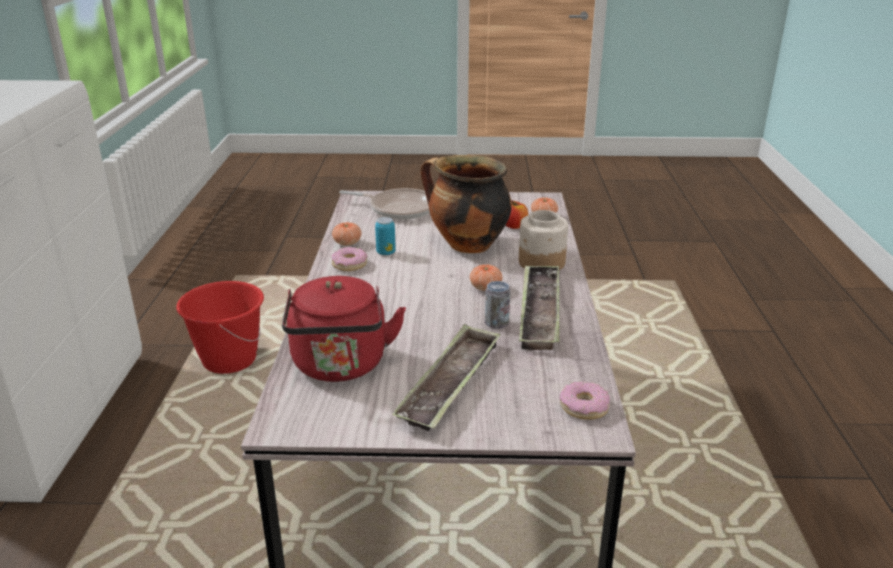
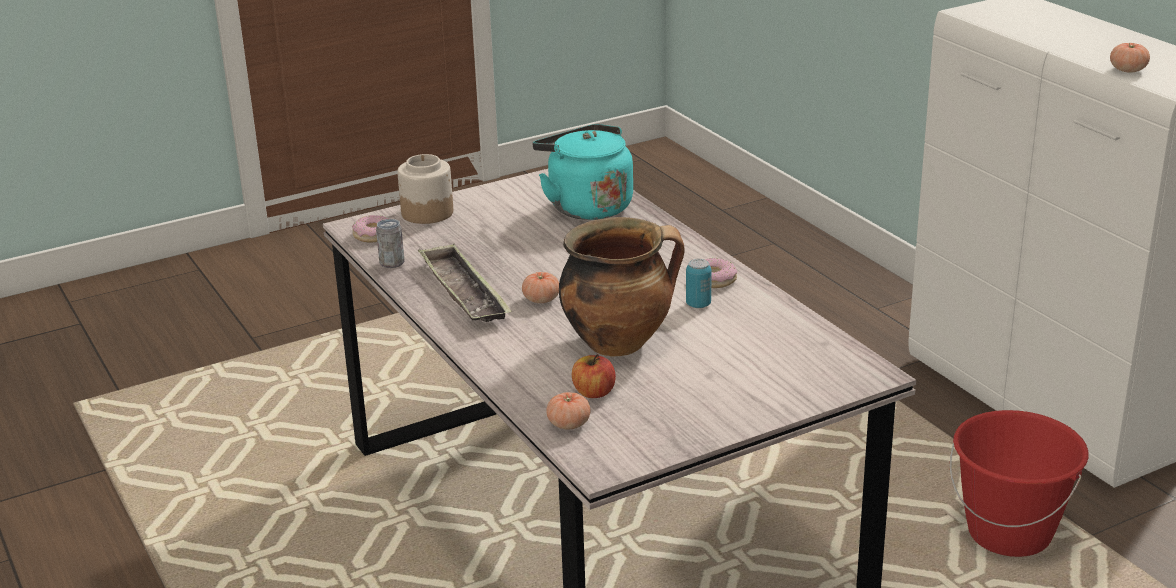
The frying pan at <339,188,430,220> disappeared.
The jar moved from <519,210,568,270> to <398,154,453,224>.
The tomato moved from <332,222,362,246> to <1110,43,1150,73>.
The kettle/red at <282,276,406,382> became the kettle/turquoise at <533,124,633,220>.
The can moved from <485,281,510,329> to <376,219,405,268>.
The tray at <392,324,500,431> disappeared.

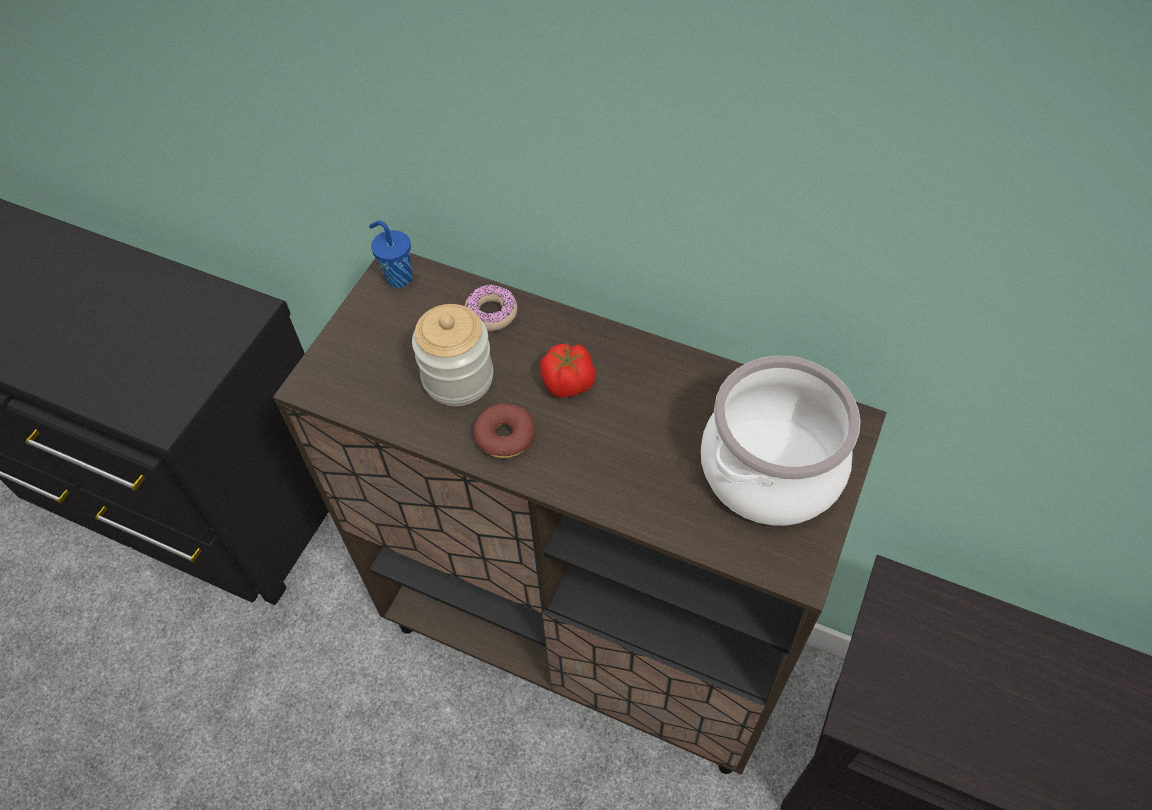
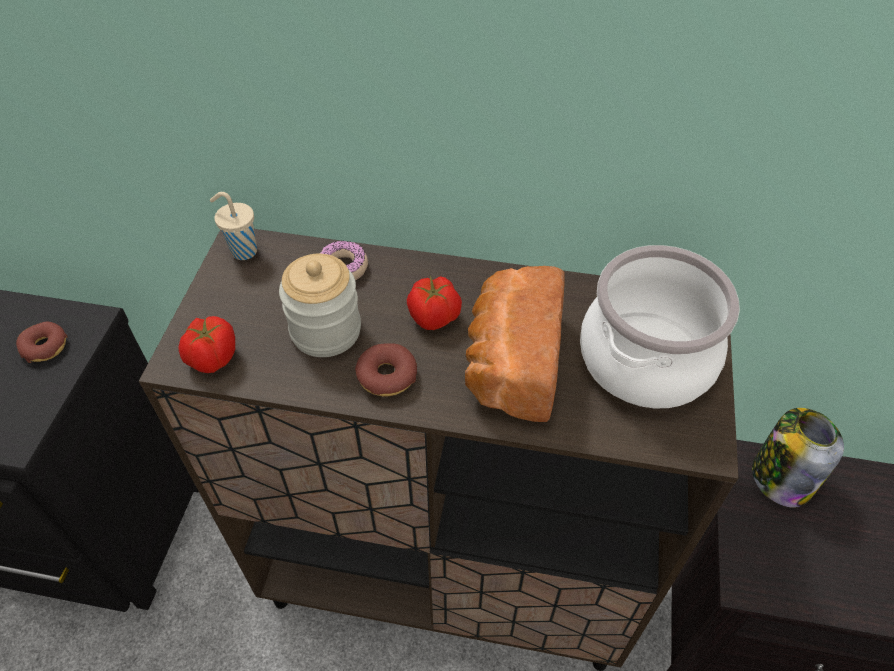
The cup/blue at <369,221,412,288> became the cup/beige at <210,192,257,260>.
The bread at <465,266,565,422> appeared.
The tomato at <178,316,235,373> appeared.
The donut at <16,322,68,363> appeared.
The jar at <752,408,844,508> appeared.

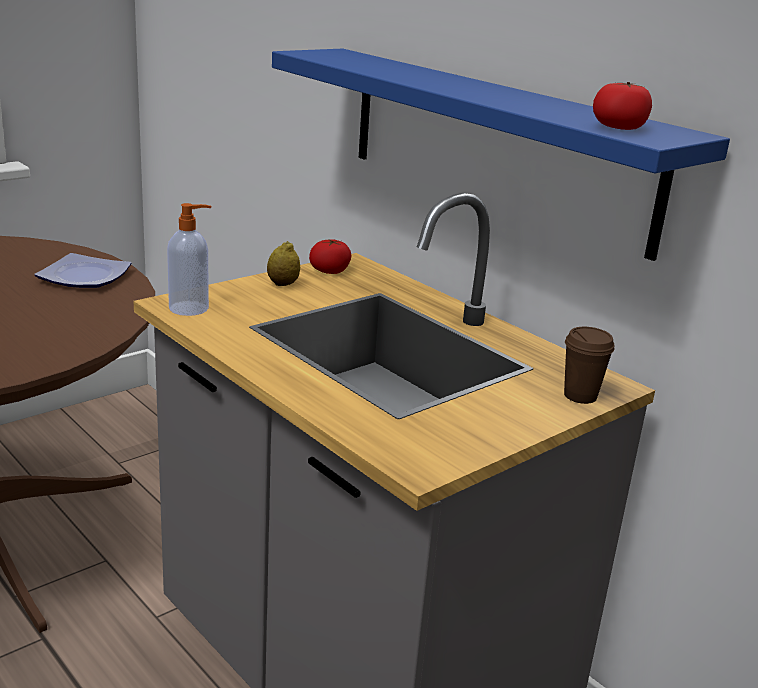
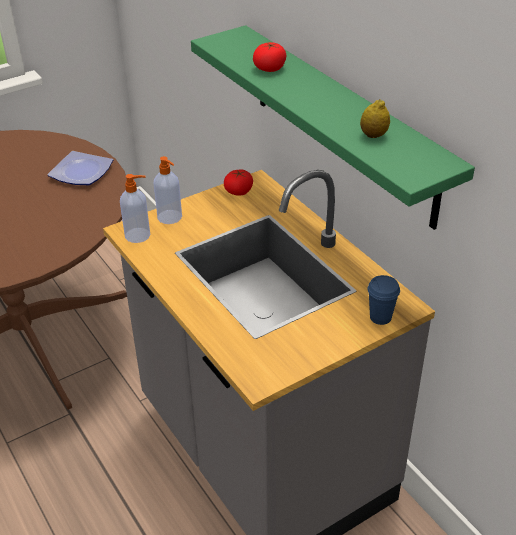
The shelf/blue at <272,48,730,261> became the shelf/green at <191,25,475,230>.
The tomato moved from <593,82,652,130> to <253,42,286,72>.
The lemon moved from <267,241,300,286> to <360,99,390,138>.
The cup/brown at <564,327,615,404> became the cup/blue at <368,275,400,325>.
The soap dispenser at <153,156,182,224> appeared.

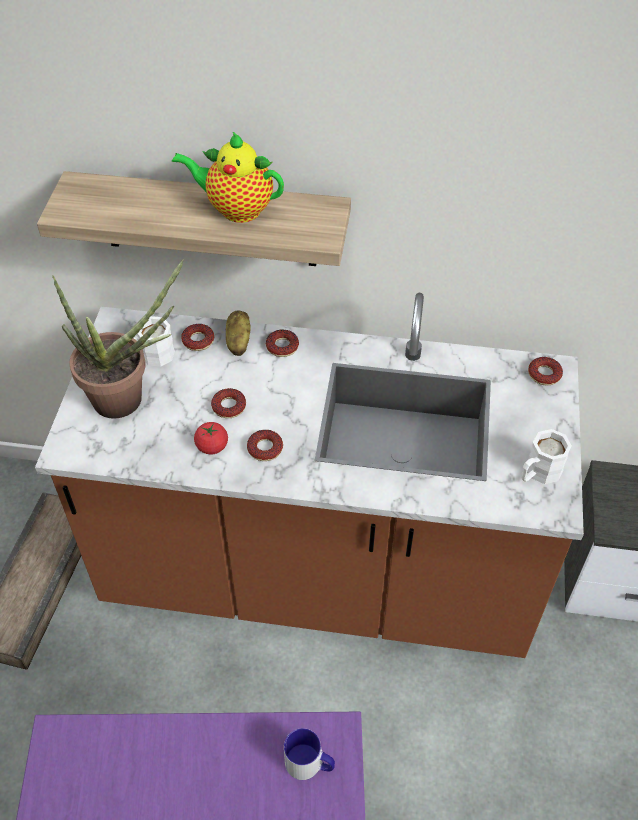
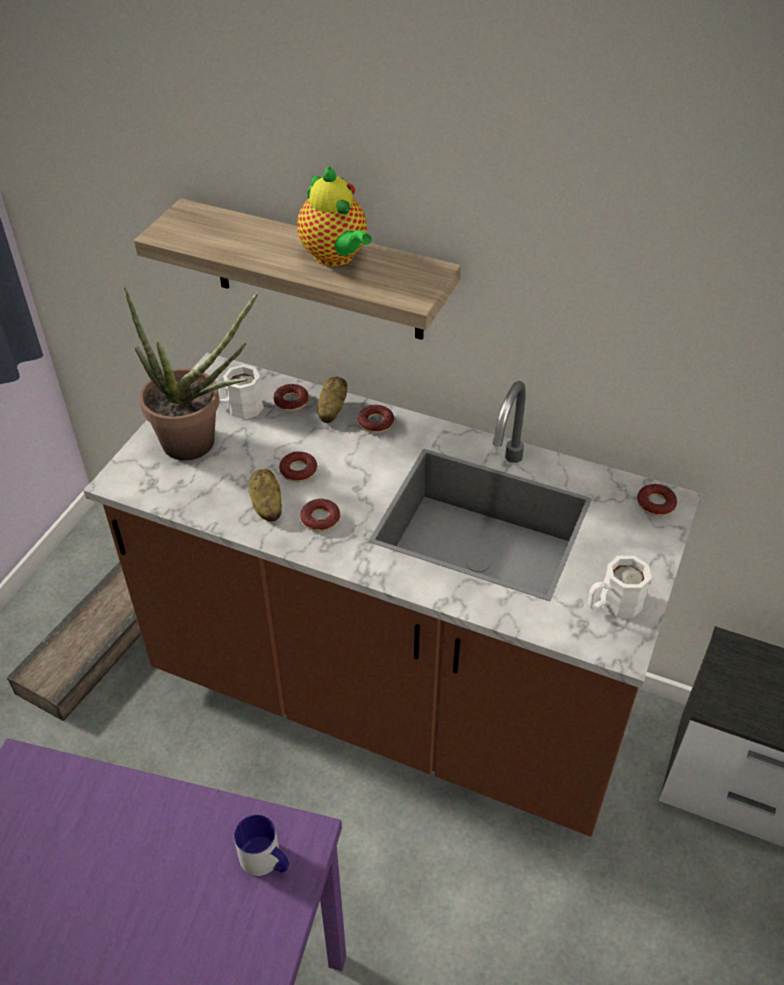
The teapot at <172,132,284,223> turned 150 degrees counterclockwise.
The tomato at <194,422,228,454> was replaced by the potato at <248,469,282,522>.

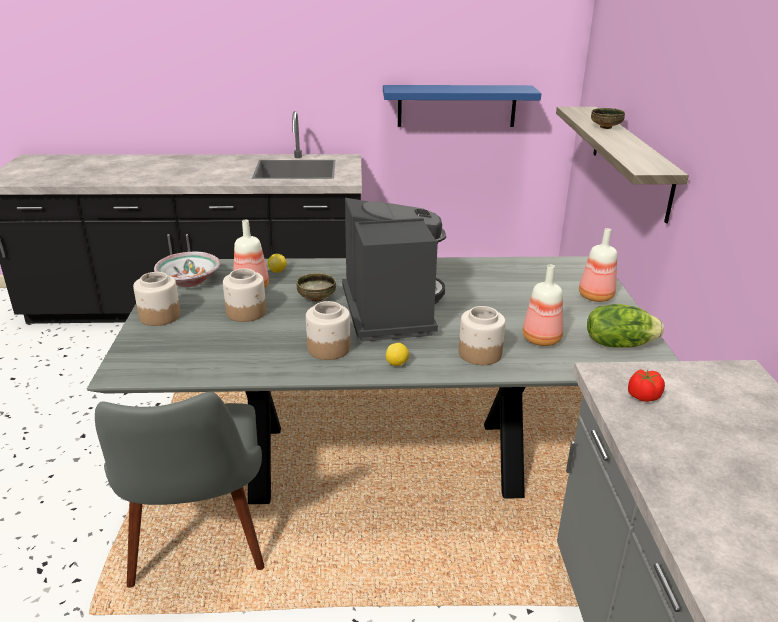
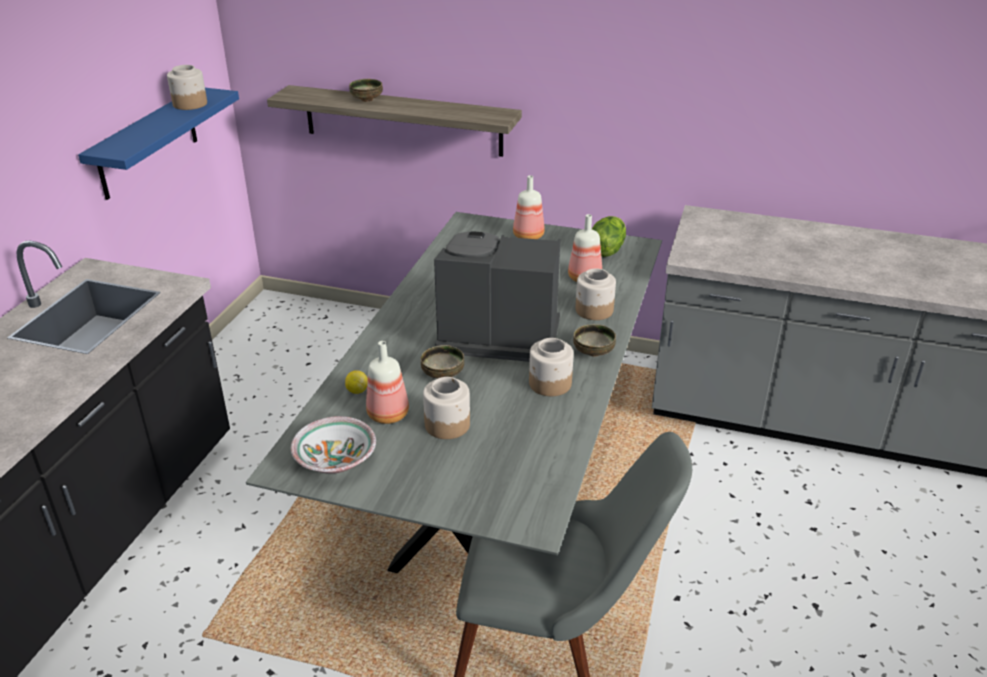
The jar moved from <133,272,181,326> to <167,65,207,110>.
The lemon at <386,343,409,366> was replaced by the bowl at <573,324,616,357>.
The tomato at <628,369,665,402> disappeared.

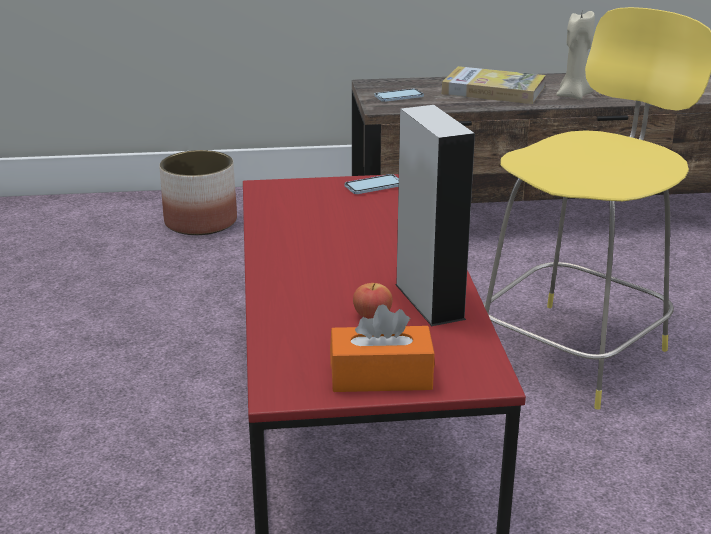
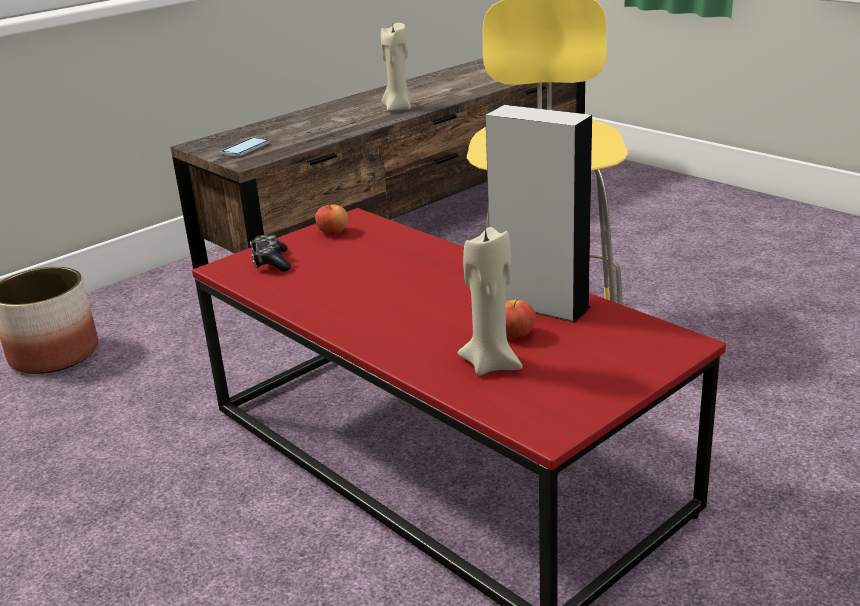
The book at <442,66,546,104> disappeared.
The phone at <344,174,399,194> was replaced by the apple at <315,203,348,235>.
The tissue box/orange at <330,304,435,392> disappeared.
The candle/beige at <458,226,523,376> appeared.
The game controller at <250,235,291,272> appeared.

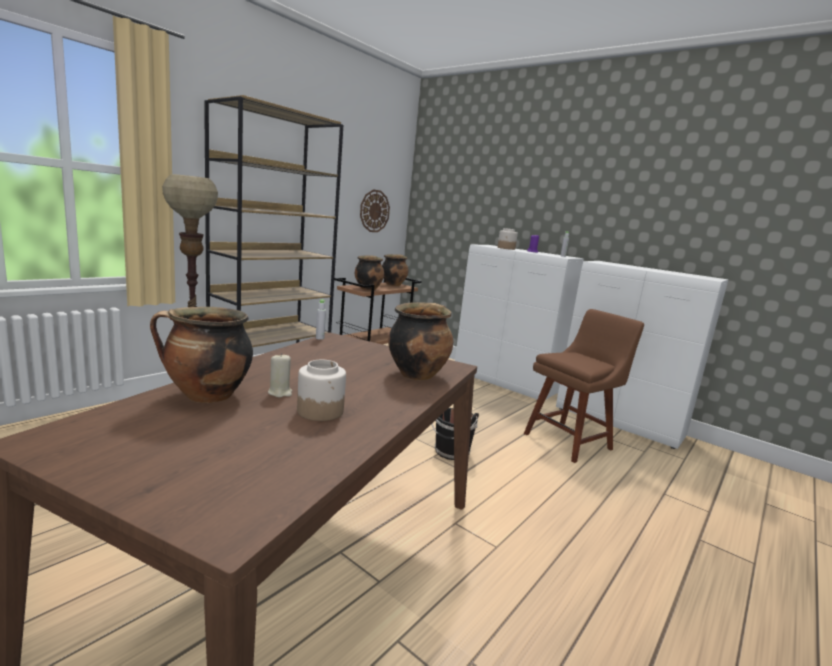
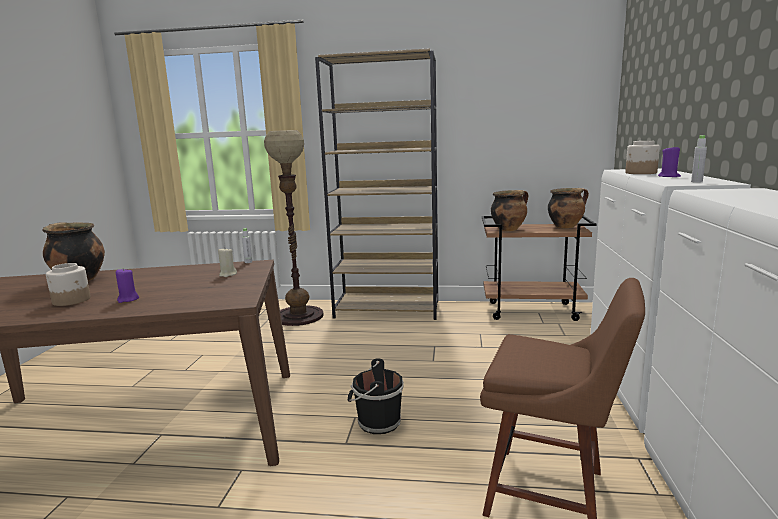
The wall clock at <360,190,390,232> disappeared.
The cooking pot at <388,302,453,380> disappeared.
The candle/beige moved from <268,353,292,397> to <218,247,237,277>.
The candle/purple at <116,268,139,303> appeared.

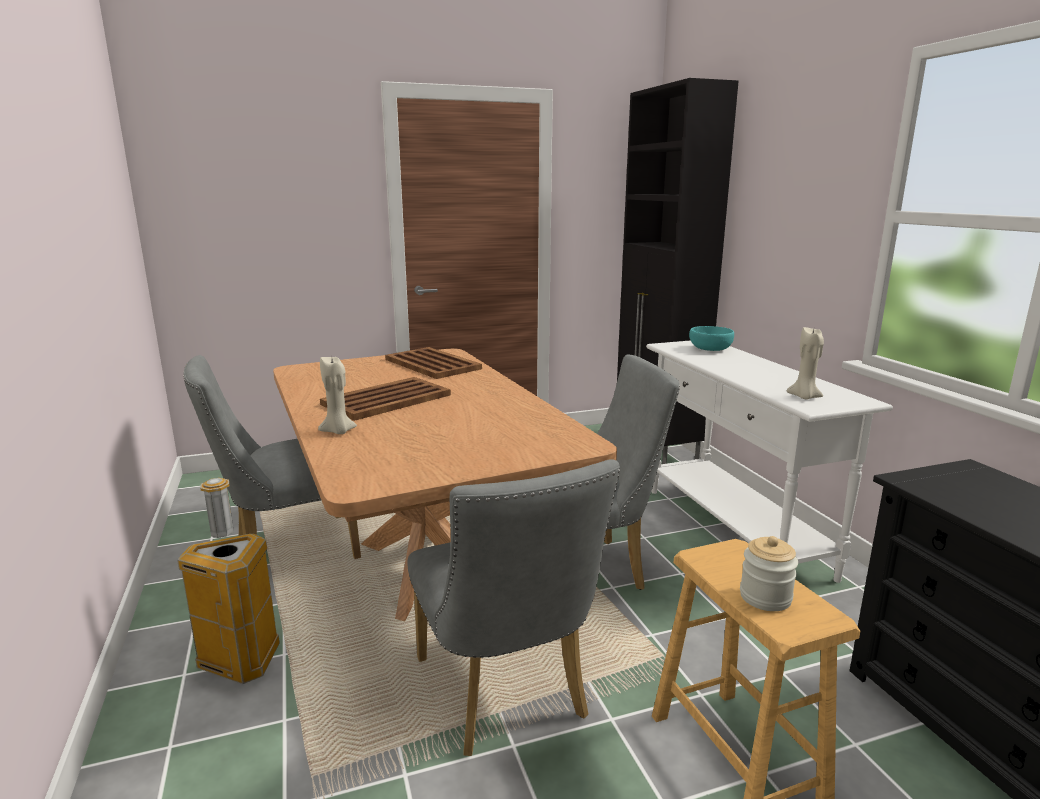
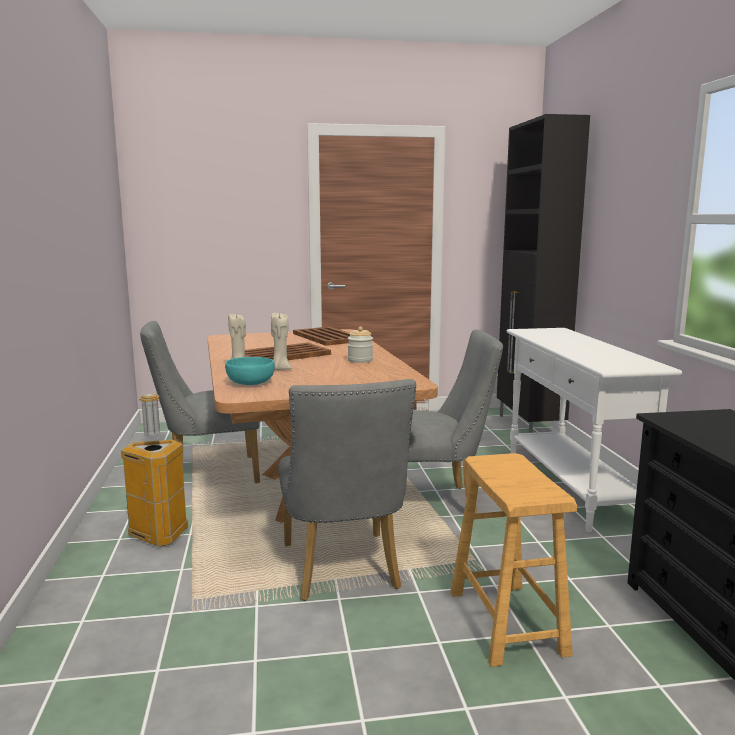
The bowl/turquoise moved from <689,326,734,351> to <225,357,275,385>.
The candle/beige moved from <787,327,824,400> to <271,313,292,370>.
The jar moved from <740,536,798,611> to <348,327,373,363>.

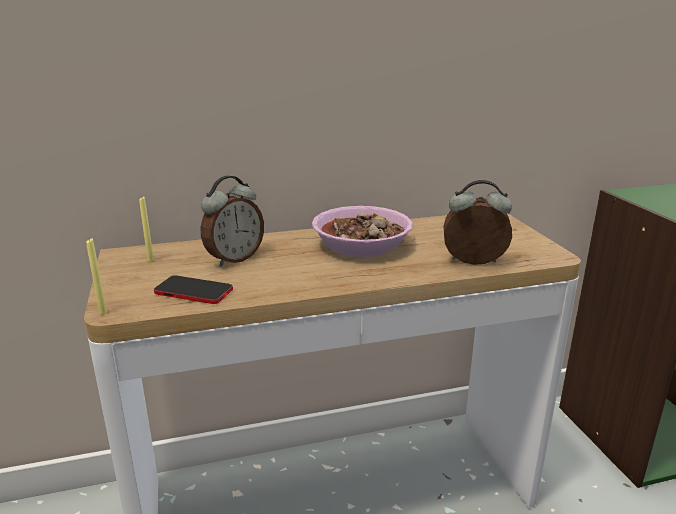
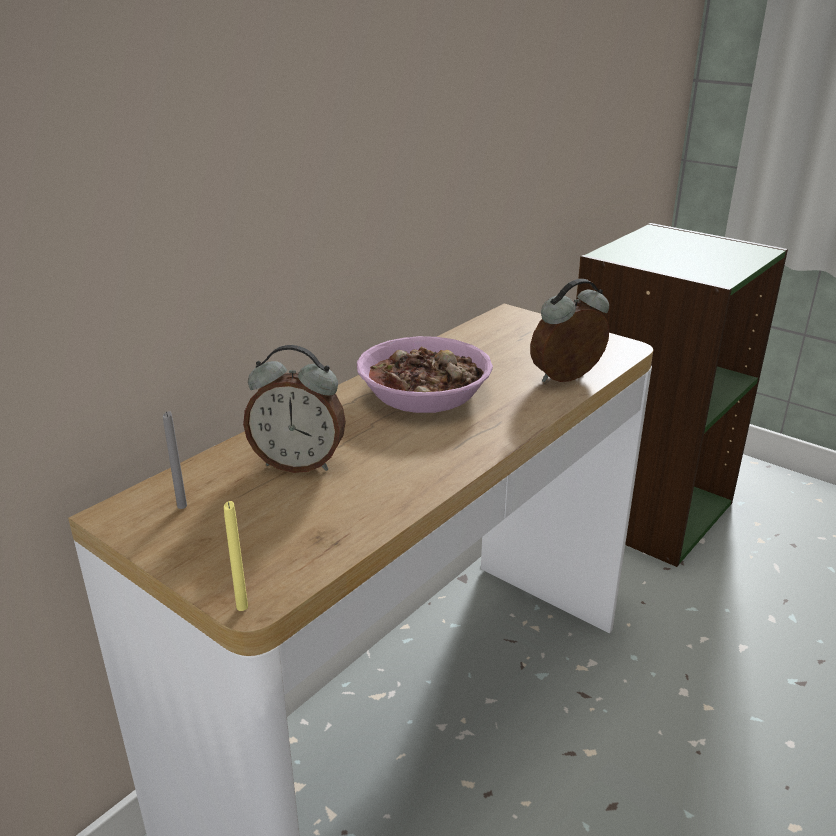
The alarm clock at <201,176,264,267> turned 90 degrees clockwise.
The candle/yellow at <139,196,154,261> became the candle/grey at <163,411,187,509>.
The phone at <154,275,233,304> disappeared.

